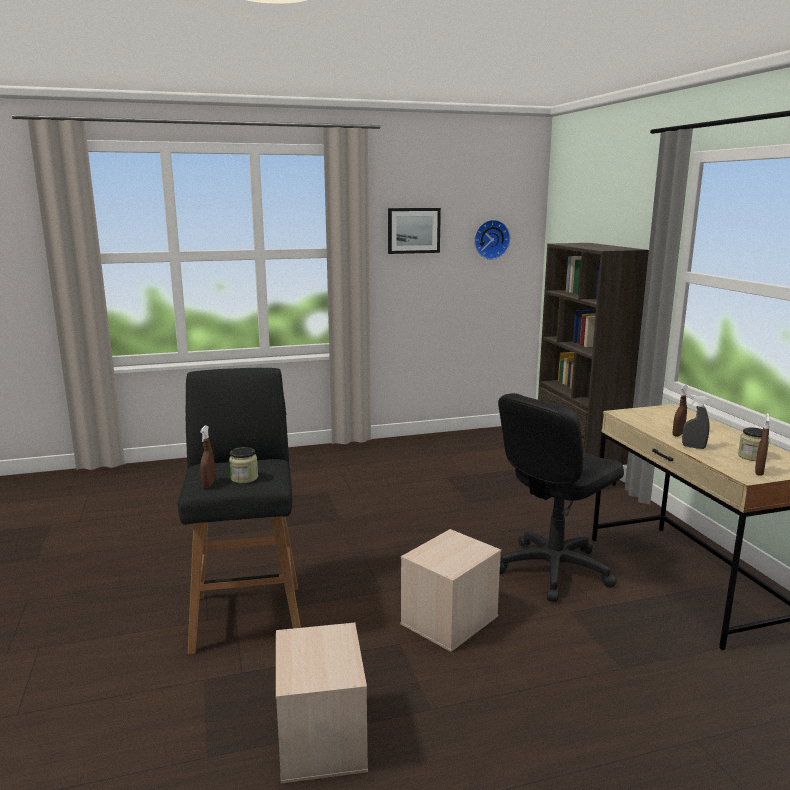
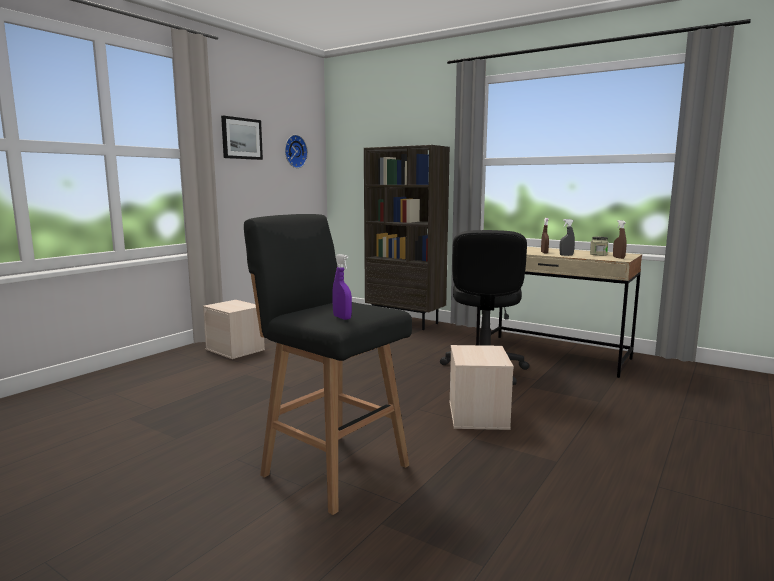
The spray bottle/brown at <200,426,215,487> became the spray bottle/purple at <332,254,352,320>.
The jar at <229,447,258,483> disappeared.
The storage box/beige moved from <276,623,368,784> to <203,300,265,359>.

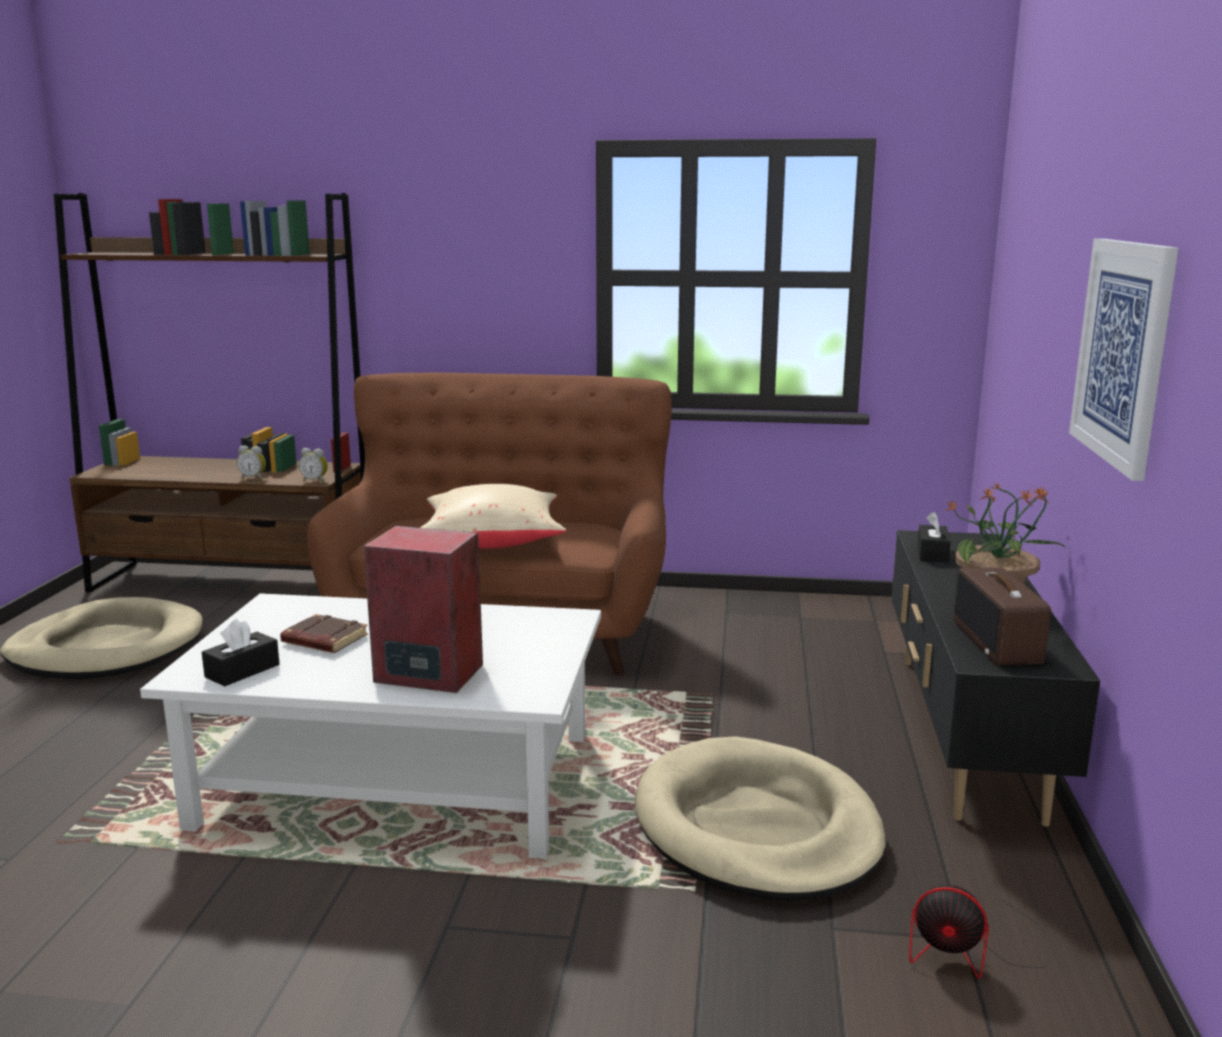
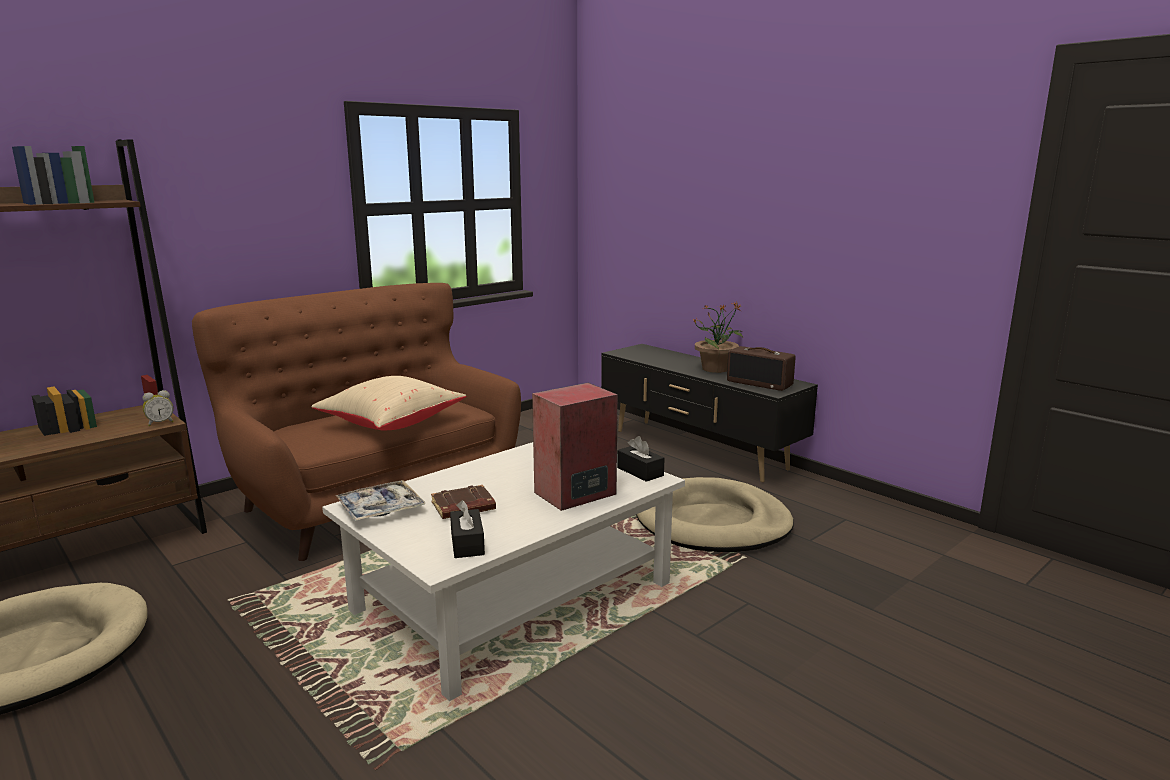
The picture at <1069,239,1178,481> disappeared.
The alarm clock at <237,445,266,480> disappeared.
The tissue box/black moved from <917,512,951,562> to <617,436,664,482>.
The fan at <909,883,1049,979> disappeared.
The tray at <336,480,425,521> appeared.

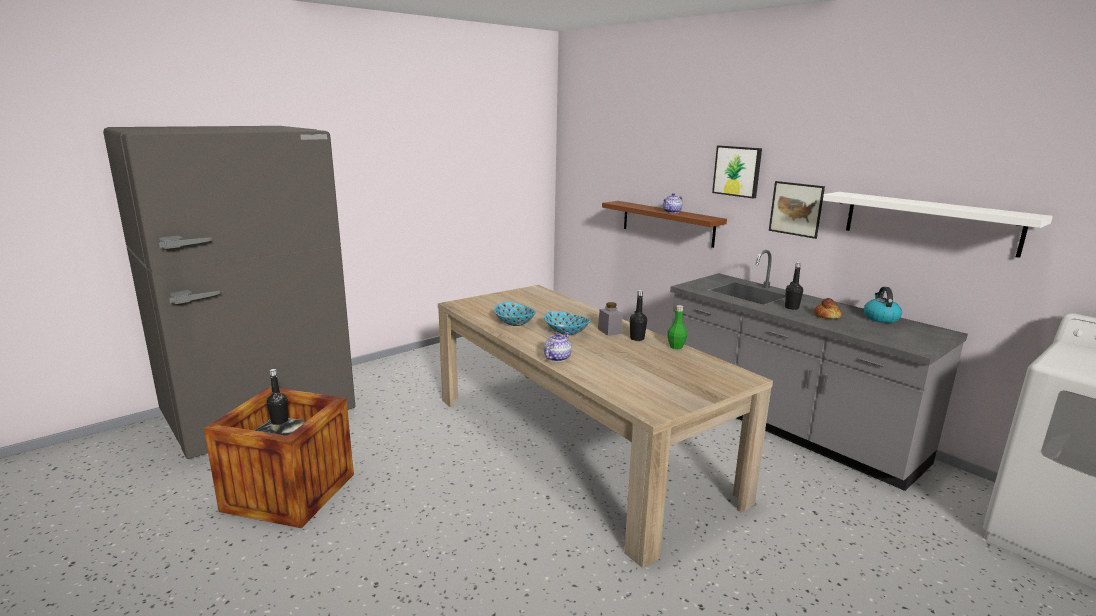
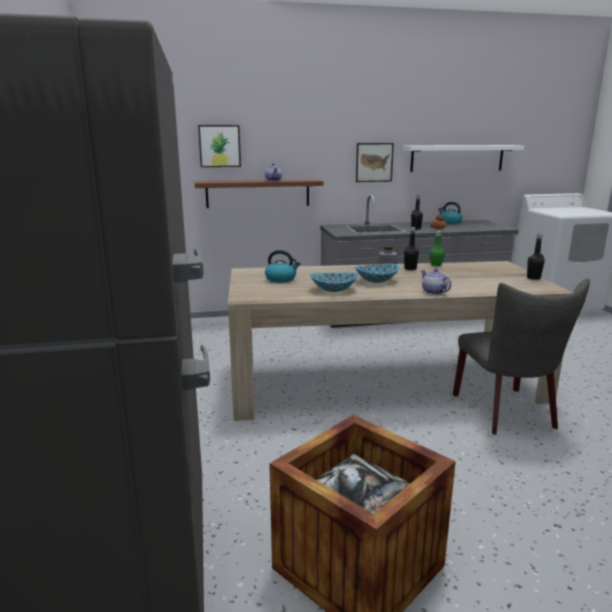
The picture moved from <712,146,762,198> to <198,125,241,167>.
The bottle/black moved from <266,369,288,425> to <527,234,545,280>.
The kettle at <265,250,301,283> appeared.
The chair/grey at <453,278,590,435> appeared.

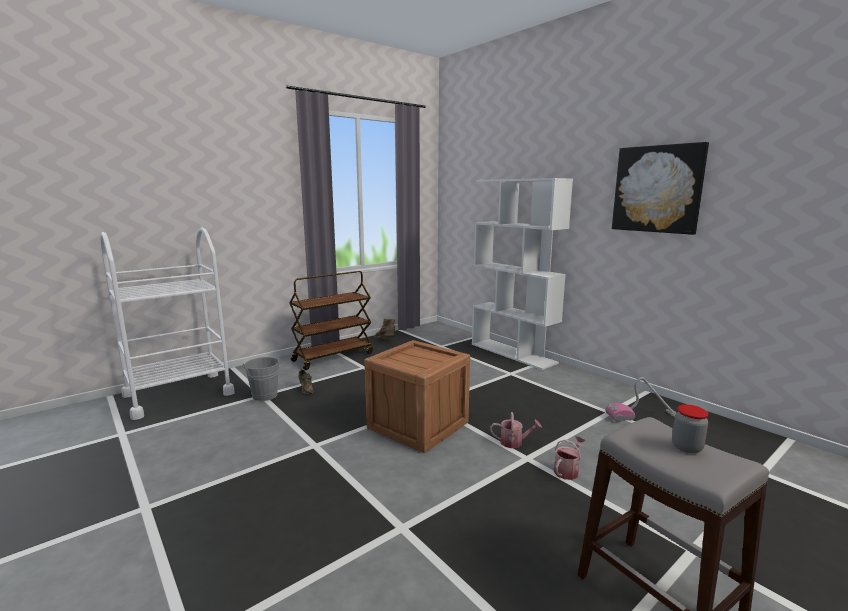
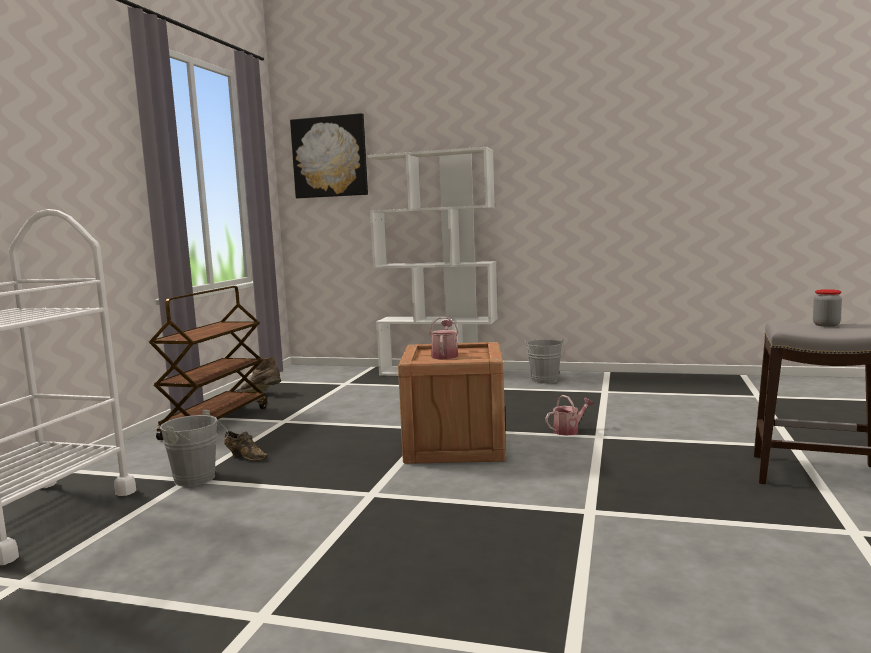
The picture moved from <612,142,709,235> to <290,113,368,198>.
The vacuum cleaner at <605,377,677,422> disappeared.
The watering can moved from <554,436,586,480> to <429,317,459,359>.
The bucket/grey at <525,338,565,384> appeared.

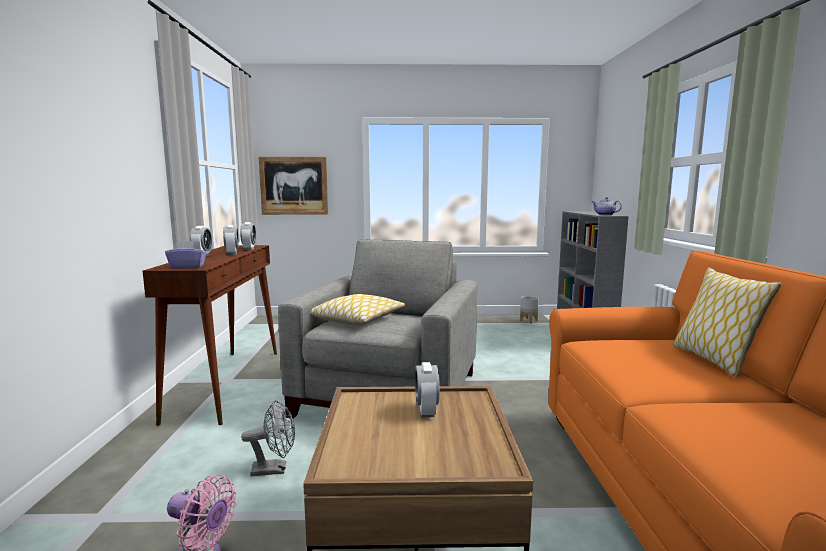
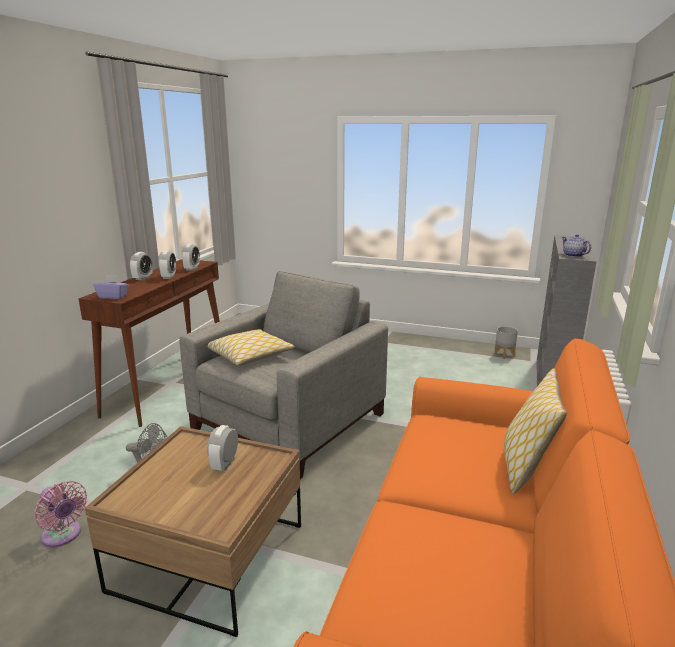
The picture at <258,157,328,215> disappeared.

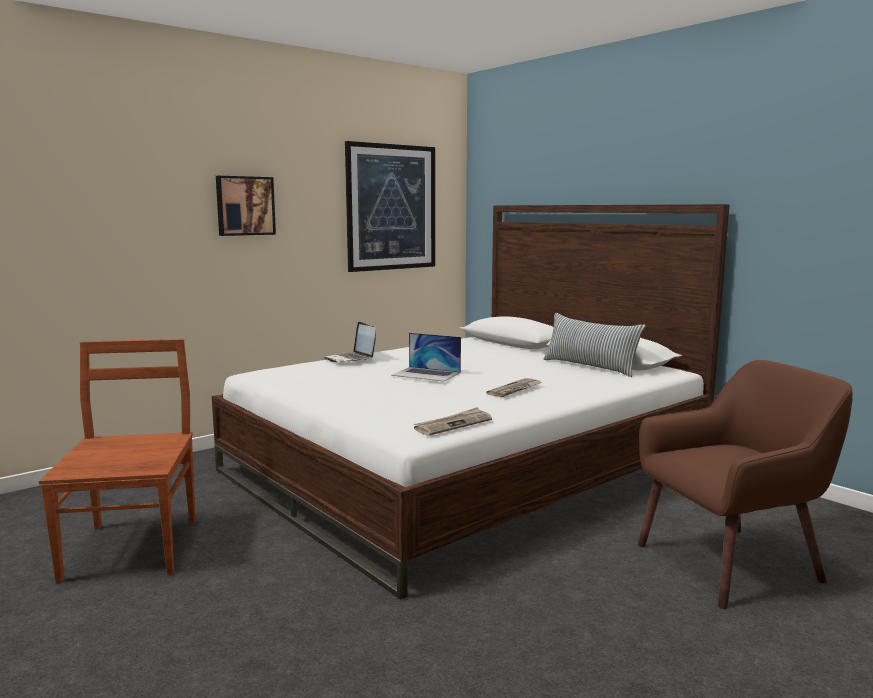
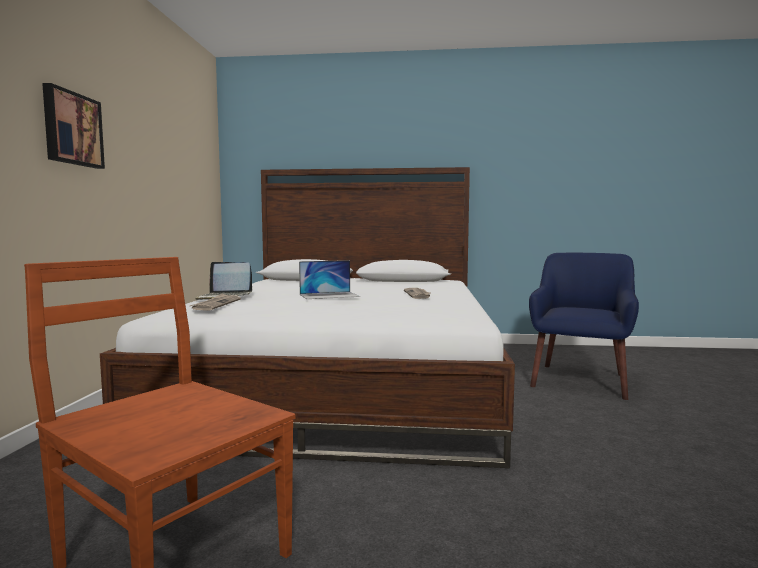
The picture at <345,141,435,272> disappeared.
The pillow at <544,313,645,377> disappeared.
The armchair/brown at <638,360,853,609> became the armchair/blue at <529,253,639,400>.
The newspaper moved from <414,407,492,436> to <190,293,241,310>.

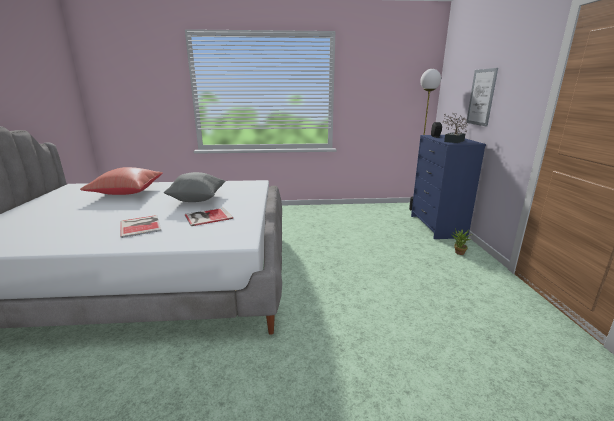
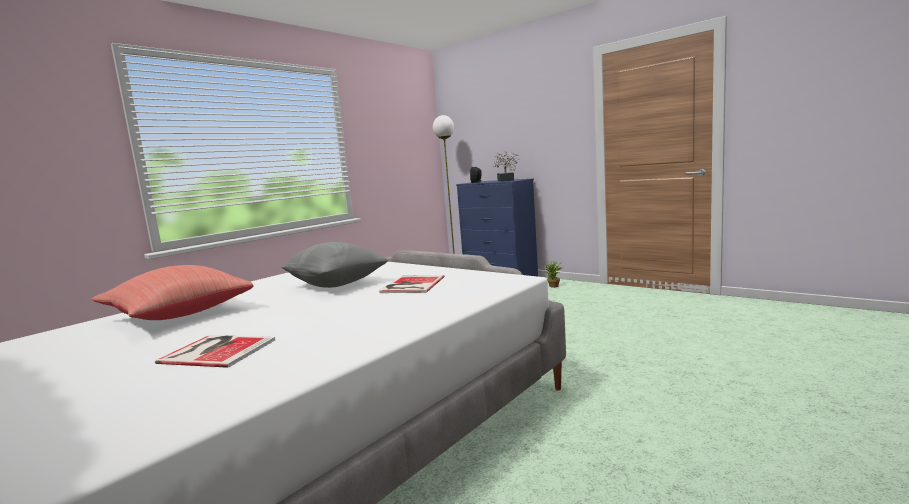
The picture at <466,68,498,127> disappeared.
The book moved from <120,215,161,238> to <155,335,275,368>.

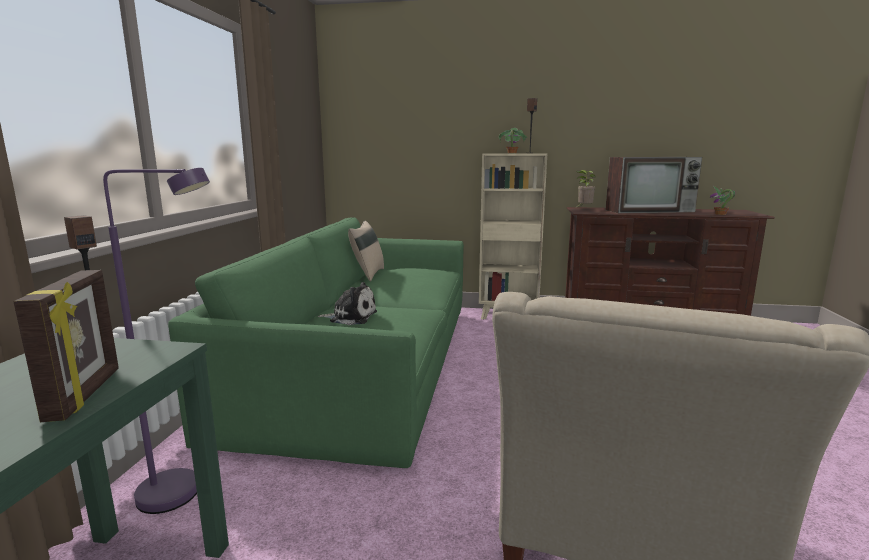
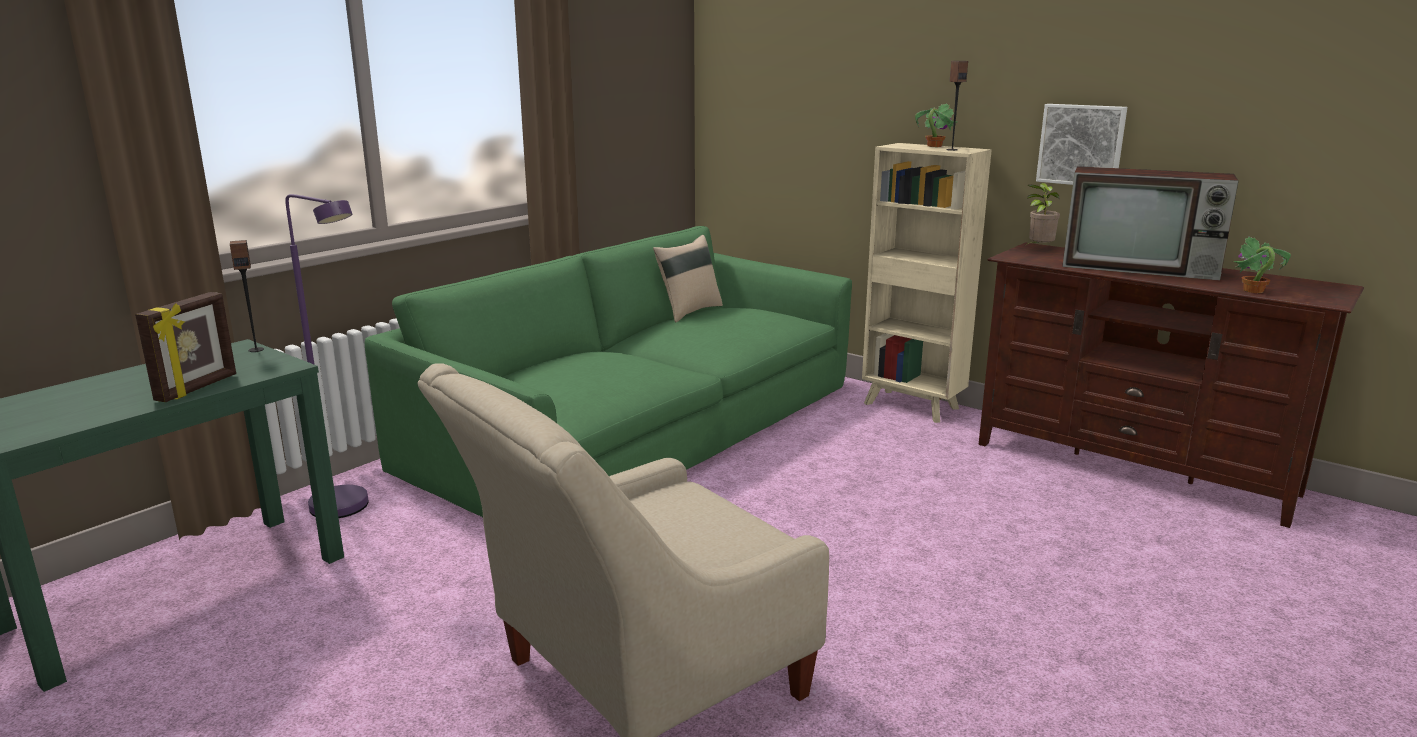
The plush toy at <318,282,377,325> disappeared.
The picture at <1036,104,1127,185> appeared.

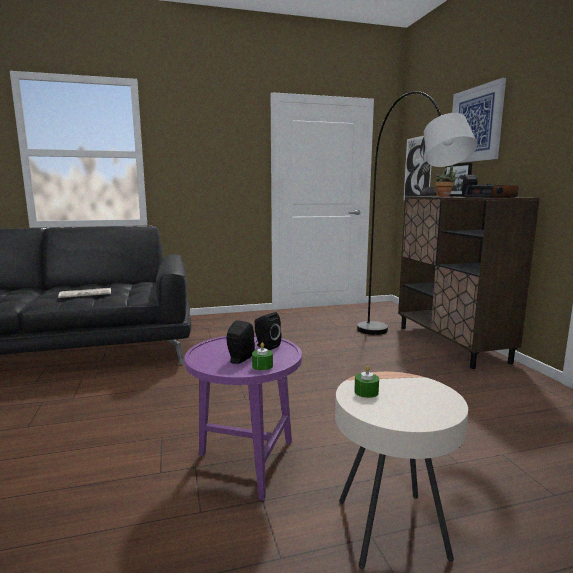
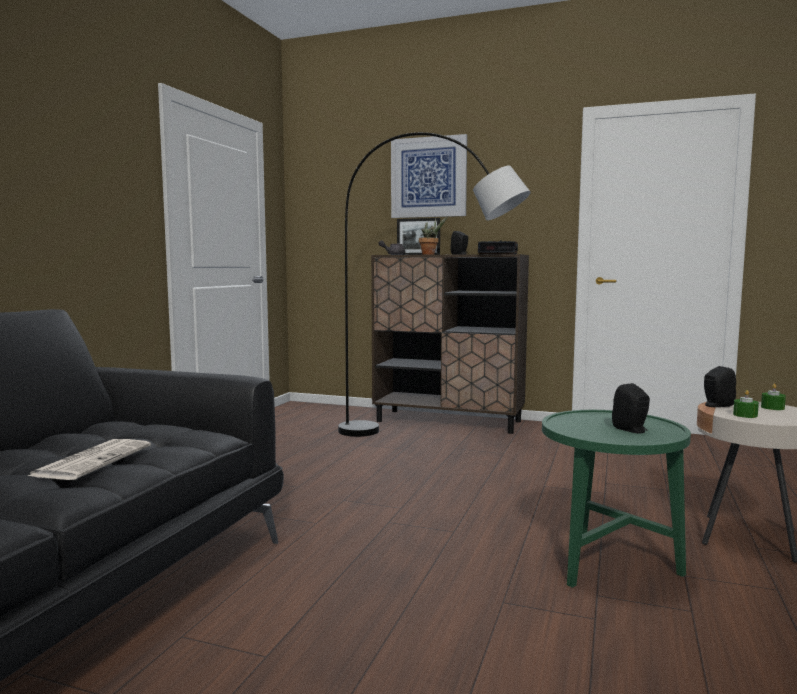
The picture at <404,136,431,200> disappeared.
The speaker/black moved from <255,312,281,350> to <704,366,736,407>.
The side table/purple at <184,334,302,501> became the side table/green at <542,410,691,588>.
The candle/green moved from <252,342,273,370> to <761,384,786,410>.

